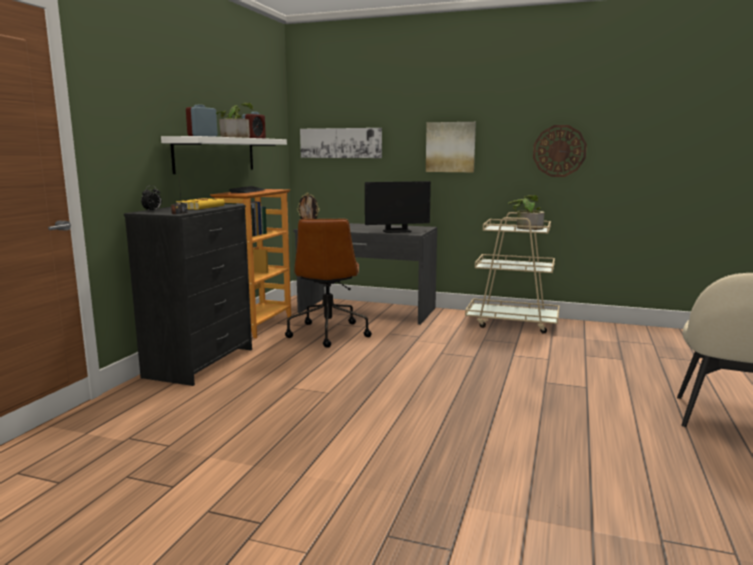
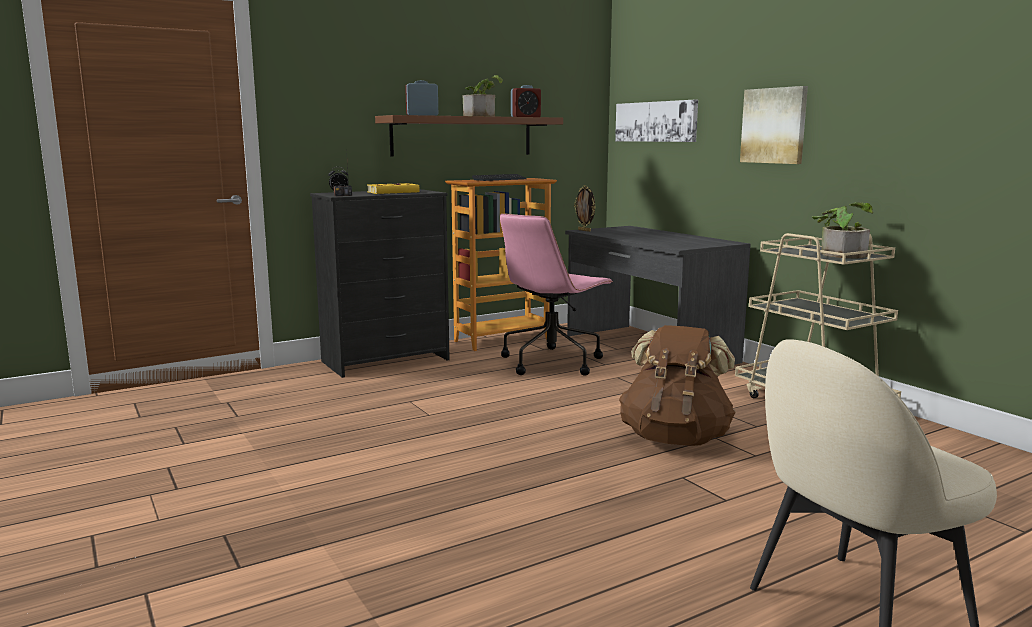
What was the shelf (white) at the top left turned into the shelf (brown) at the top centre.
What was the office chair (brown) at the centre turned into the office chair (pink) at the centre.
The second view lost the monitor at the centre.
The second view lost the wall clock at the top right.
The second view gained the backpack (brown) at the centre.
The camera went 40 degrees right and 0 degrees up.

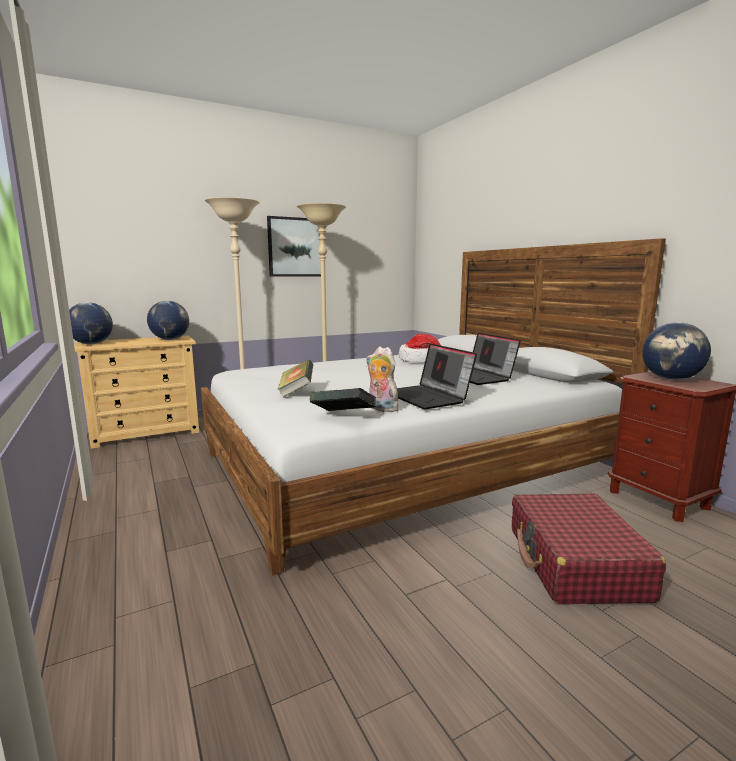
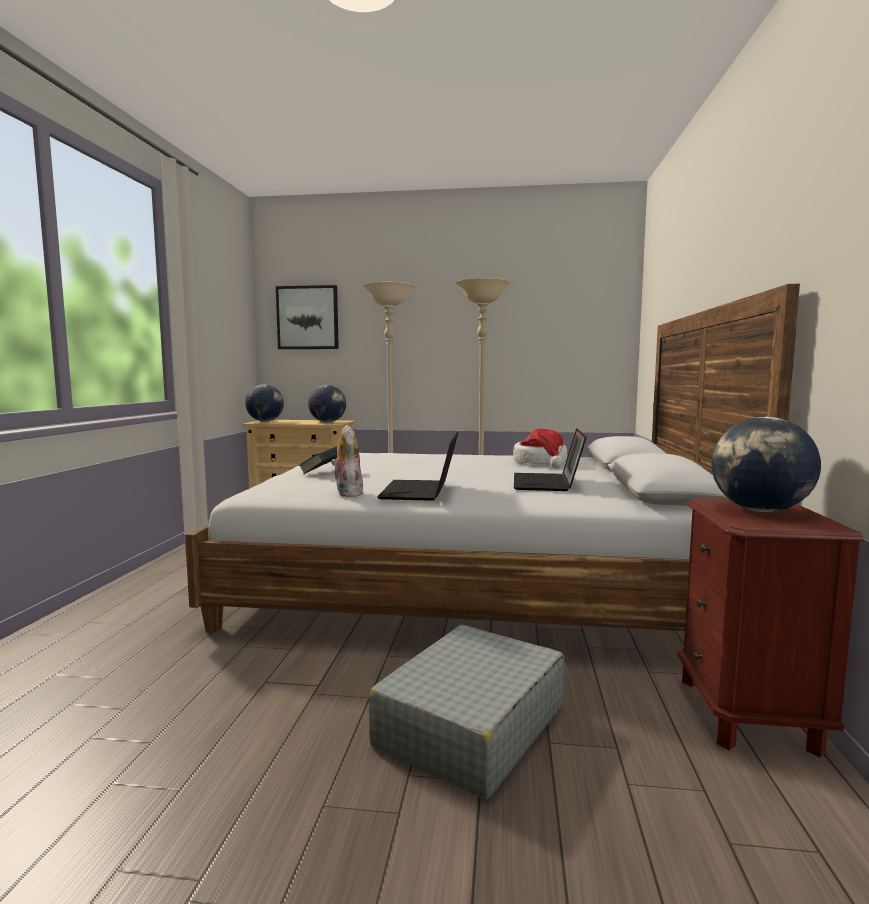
The picture ended up elsewhere, having gone from the top centre to the centre.
The second view lost the book (2nd from left) at the centre.
What was the suitcase (red) at the bottom right turned into the suitcase (grey) at the bottom centre.
The camera went 35 degrees right and 5 degrees down.

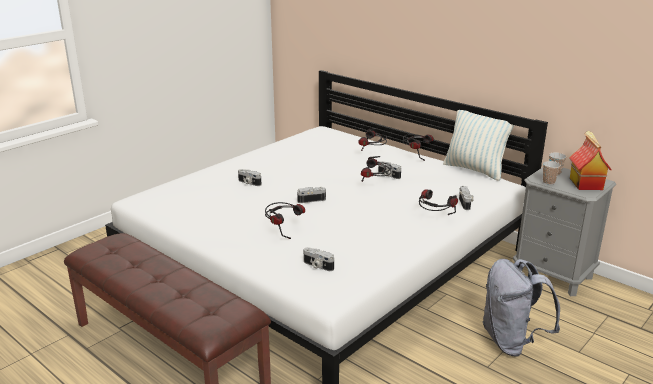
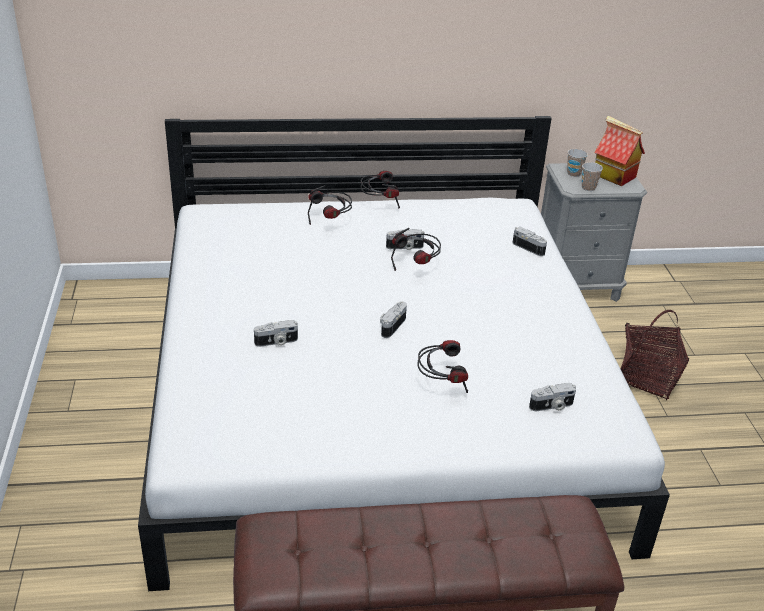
The second view lost the headphones (5th from left) at the middle right.
The second view lost the pillow at the middle right.
Where the backpack (grey) stood at the bottom right, the basket came to stand at the middle right.
The camera went 50 degrees left and 10 degrees up.

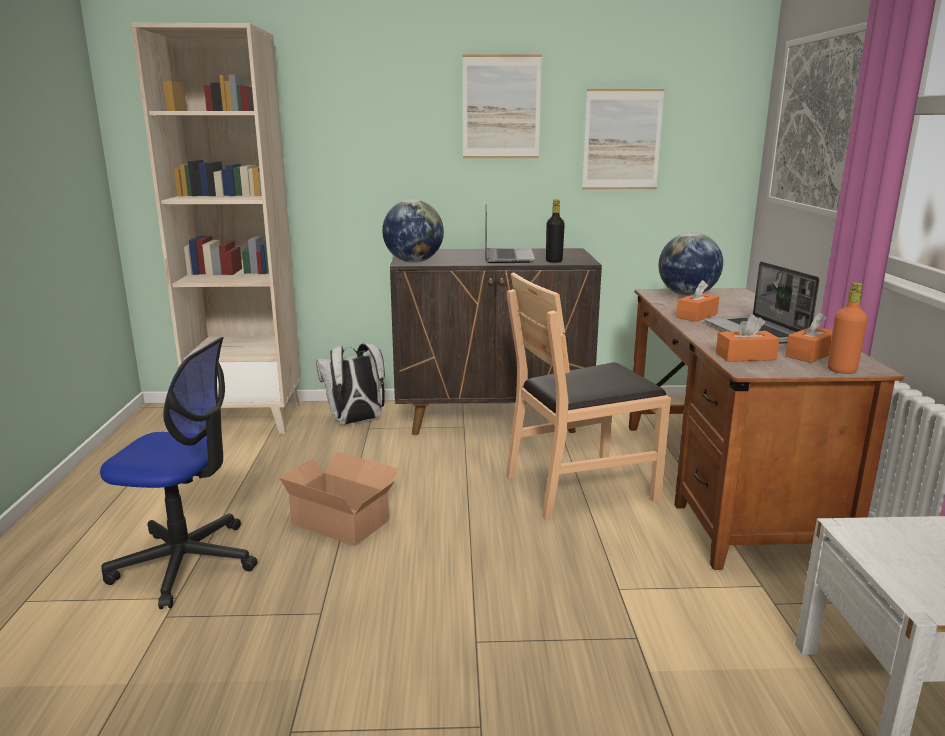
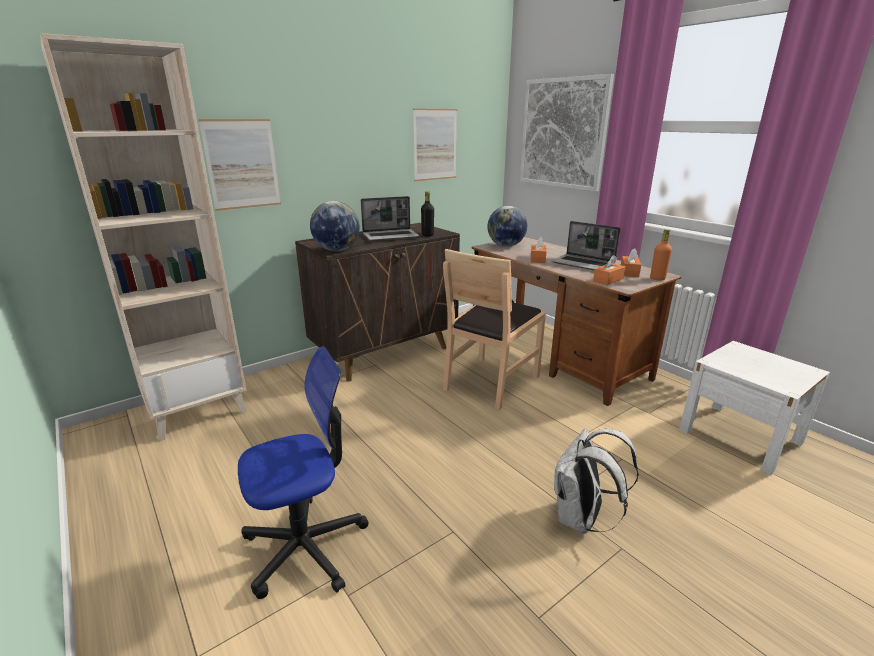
The second view lost the cardboard box at the bottom centre.
The backpack (white) ended up elsewhere, having gone from the centre to the bottom right.
The picture (1st from left) ended up elsewhere, having gone from the top centre to the top left.
The laptop (1st from left) at the top centre ended up facing another way, 105 degrees clockwise from before.
The camera went 35 degrees left and 5 degrees up.

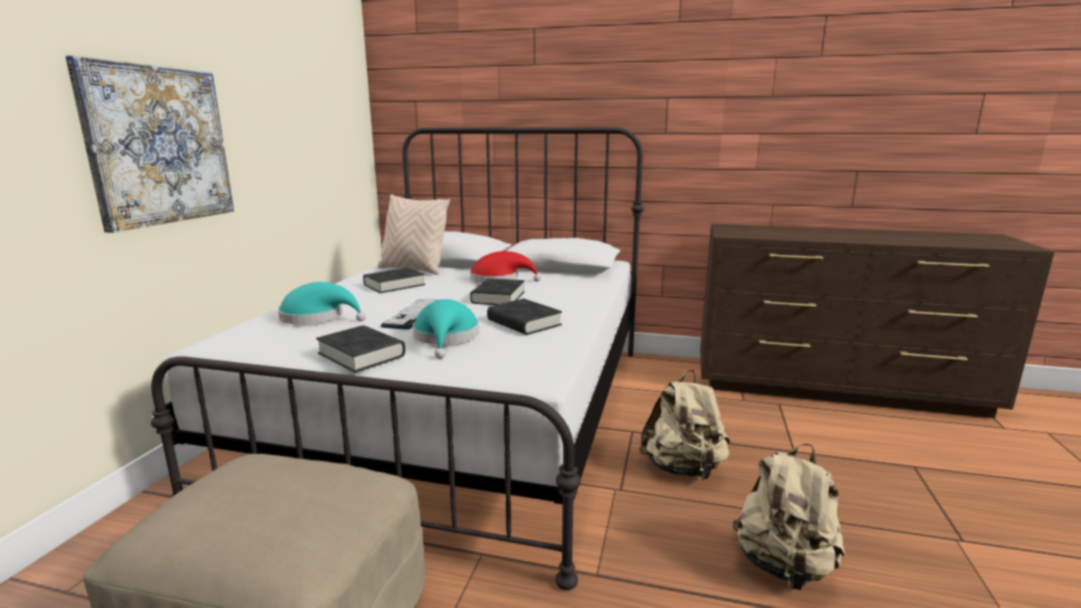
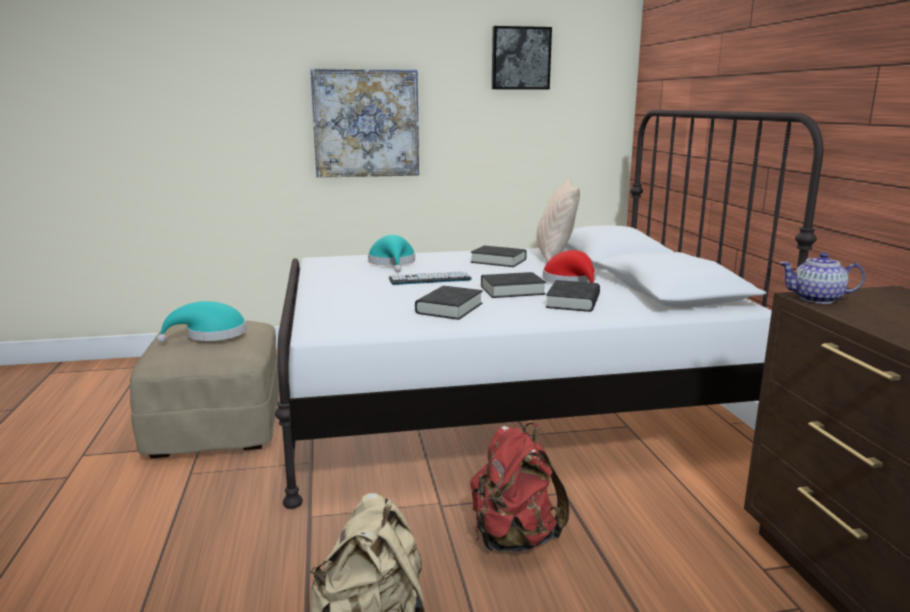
The book (black) (1st from left in the first image) ended up elsewhere, having gone from the middle left to the centre.
The hat (turquoise) (2nd from left in the first image) ended up elsewhere, having gone from the centre to the middle left.
What was the backpack (beige) (1st from left) at the bottom centre turned into the backpack (red) at the bottom centre.
The second view gained the picture (2nd from left) at the top centre.
The second view gained the teapot at the middle right.
The camera went 65 degrees right and 0 degrees up.

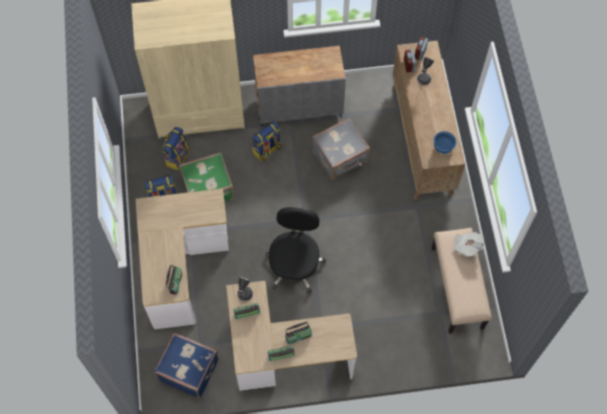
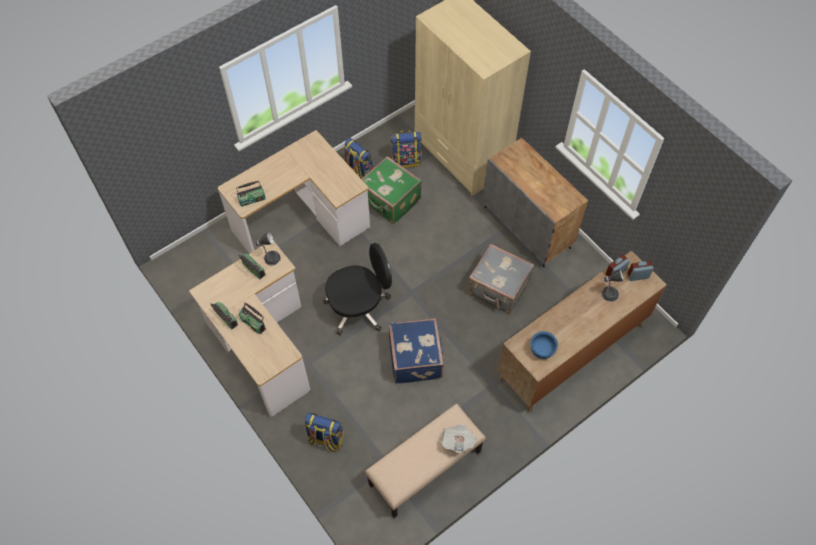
The suitcase (blue) ended up elsewhere, having gone from the bottom left to the centre.
The backpack (3rd from left in the first image) ended up elsewhere, having gone from the centre to the bottom centre.
The camera went 60 degrees right and 5 degrees down.

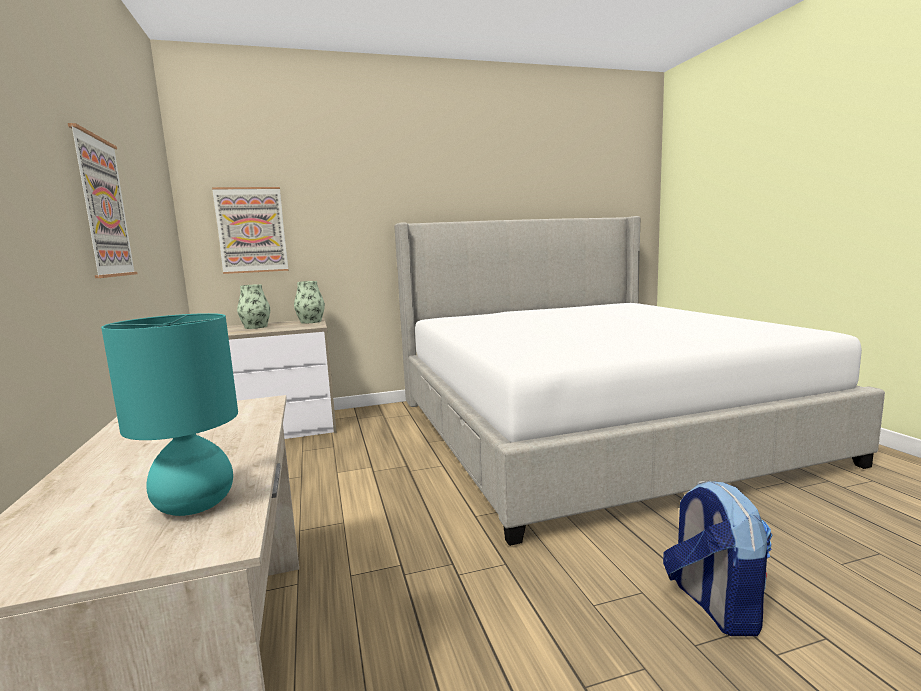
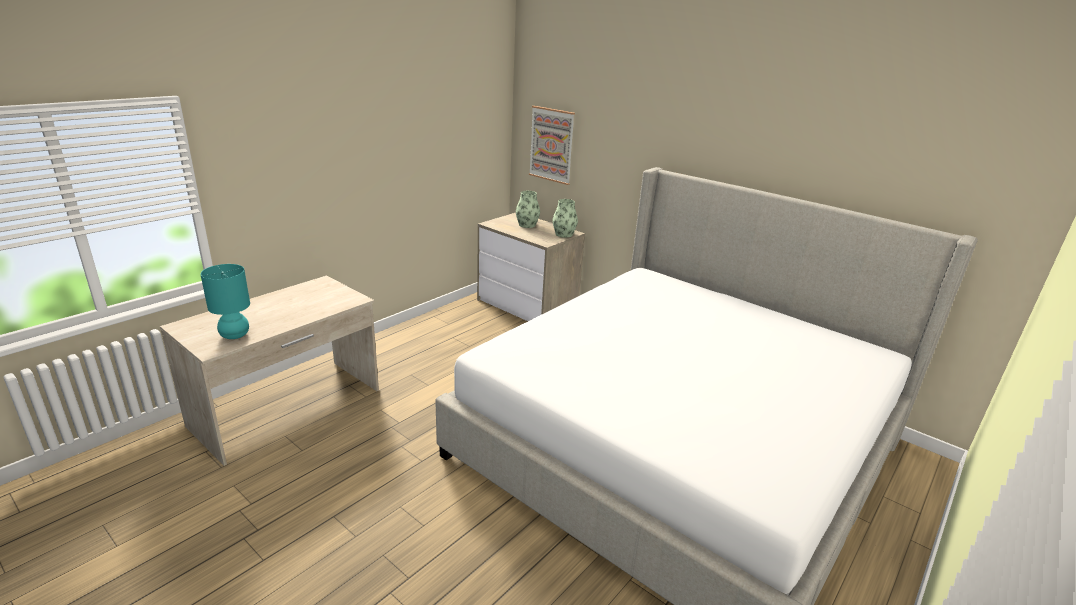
The second view lost the picture (1st from left) at the top left.
The second view lost the backpack at the bottom right.
The camera went 55 degrees right and 15 degrees up.

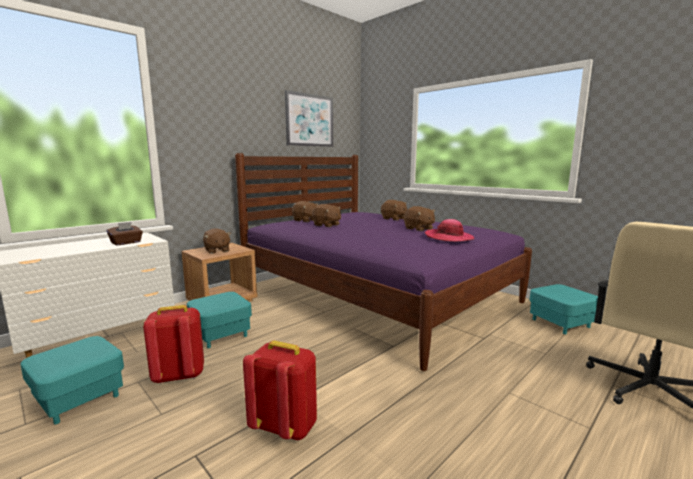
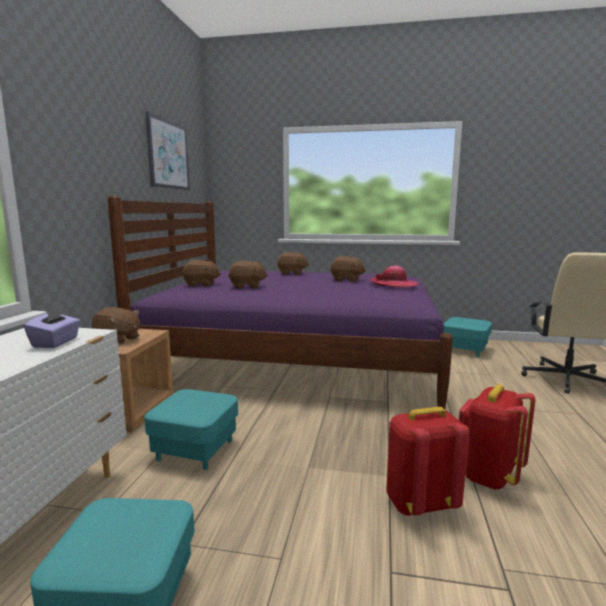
What was the tissue box (brown) at the middle left turned into the tissue box (purple) at the middle left.
The backpack (red) (1st from left in the first image) ended up elsewhere, having gone from the bottom left to the bottom right.
The camera went 35 degrees left and 0 degrees up.

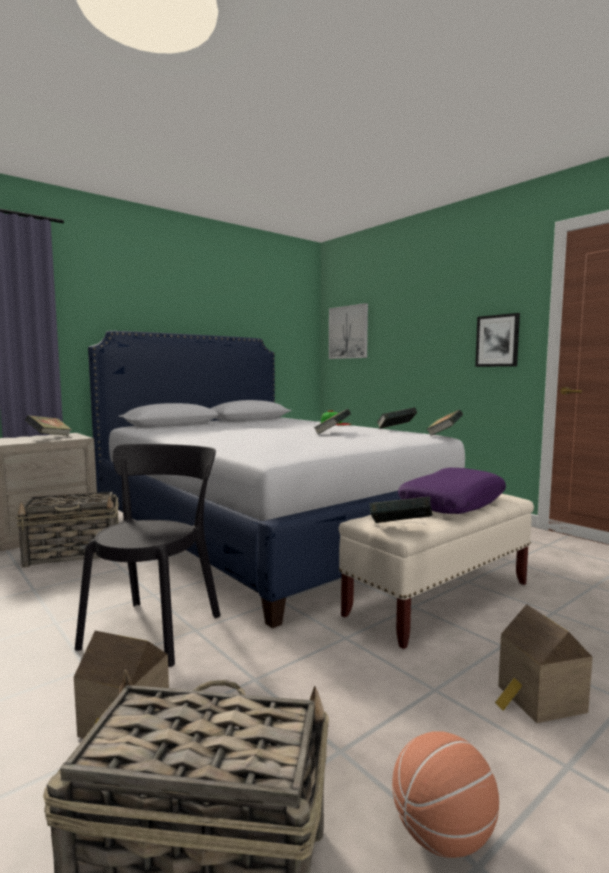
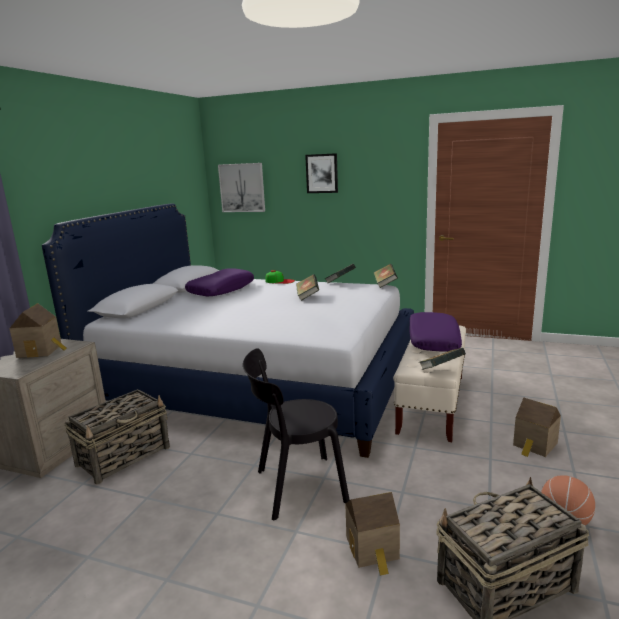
Where the book (1st from left) stood at the middle left, the toy house (1st from left) came to stand at the middle left.
The chair (black) at the middle left ended up facing another way, 90 degrees counterclockwise from before.
The picture (2nd from left) ended up elsewhere, having gone from the middle right to the top centre.
The second view gained the pillow (purple) (1st from left) at the centre.
The camera went 30 degrees left and 10 degrees up.

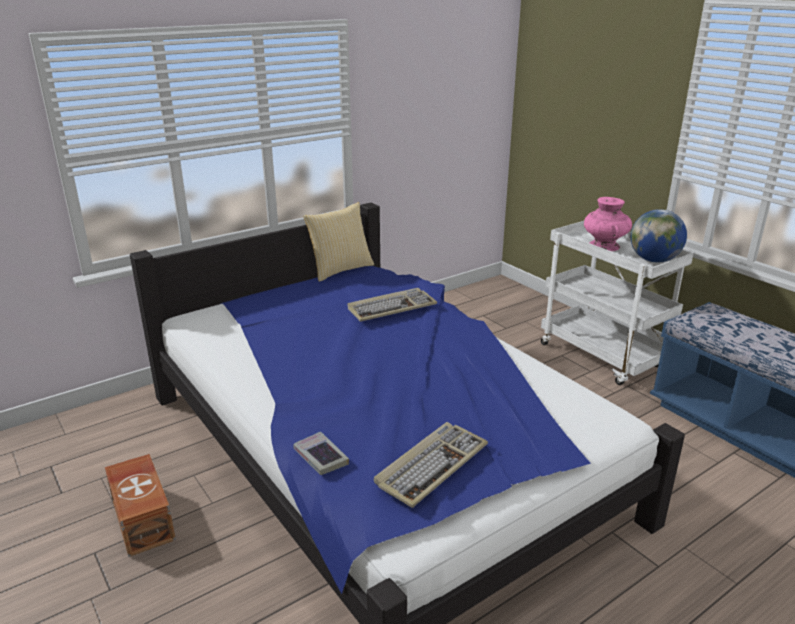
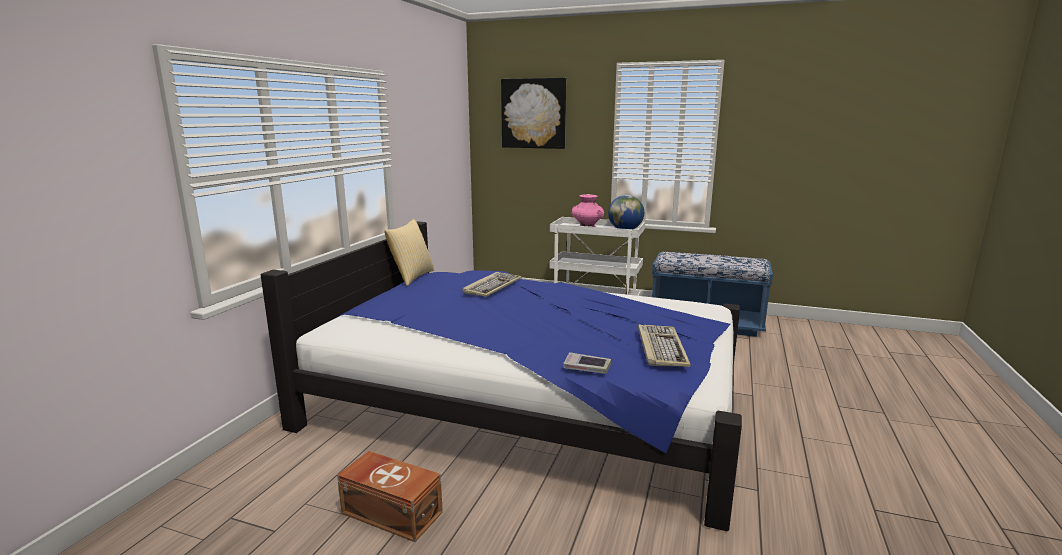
The second view gained the picture at the top centre.
The camera went 35 degrees left and 10 degrees down.

